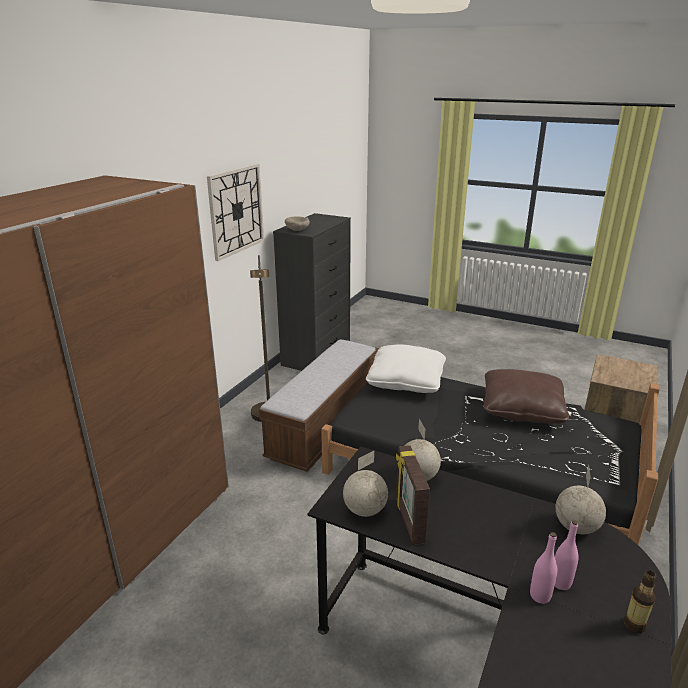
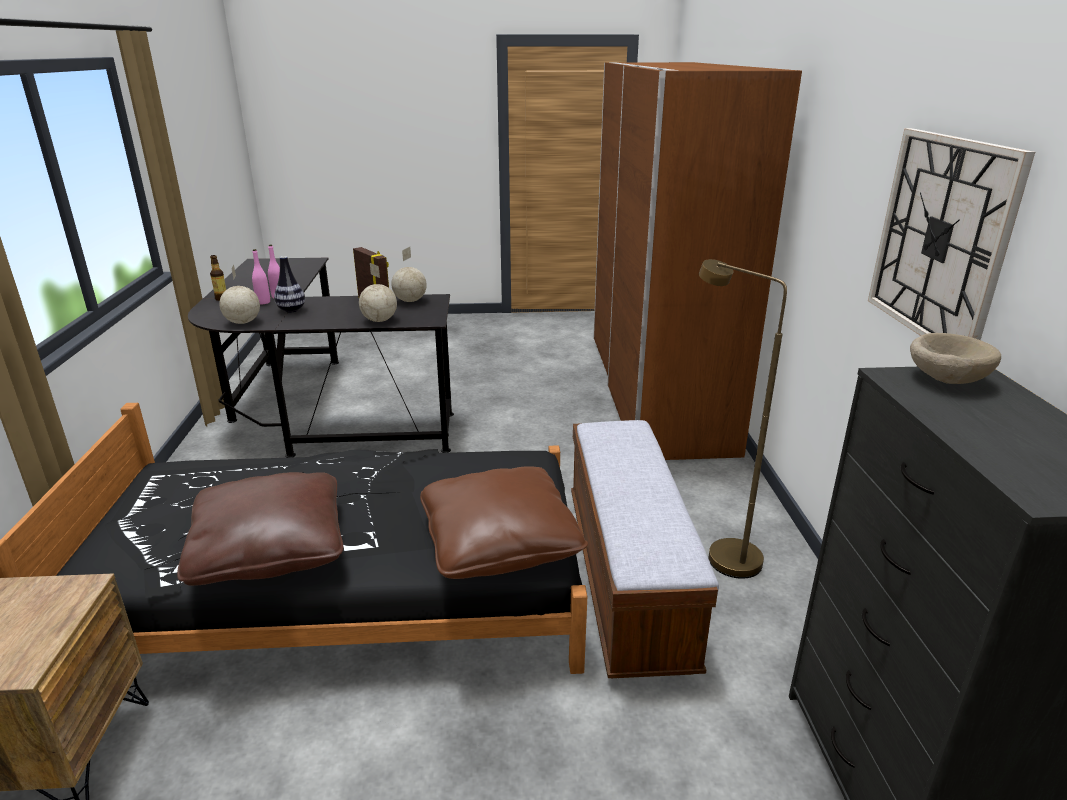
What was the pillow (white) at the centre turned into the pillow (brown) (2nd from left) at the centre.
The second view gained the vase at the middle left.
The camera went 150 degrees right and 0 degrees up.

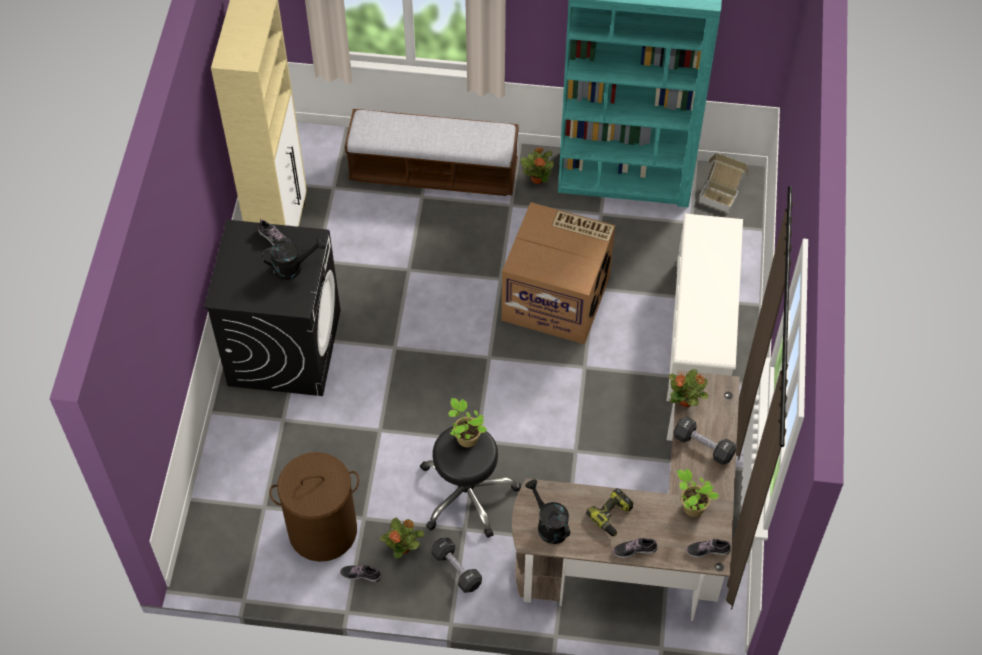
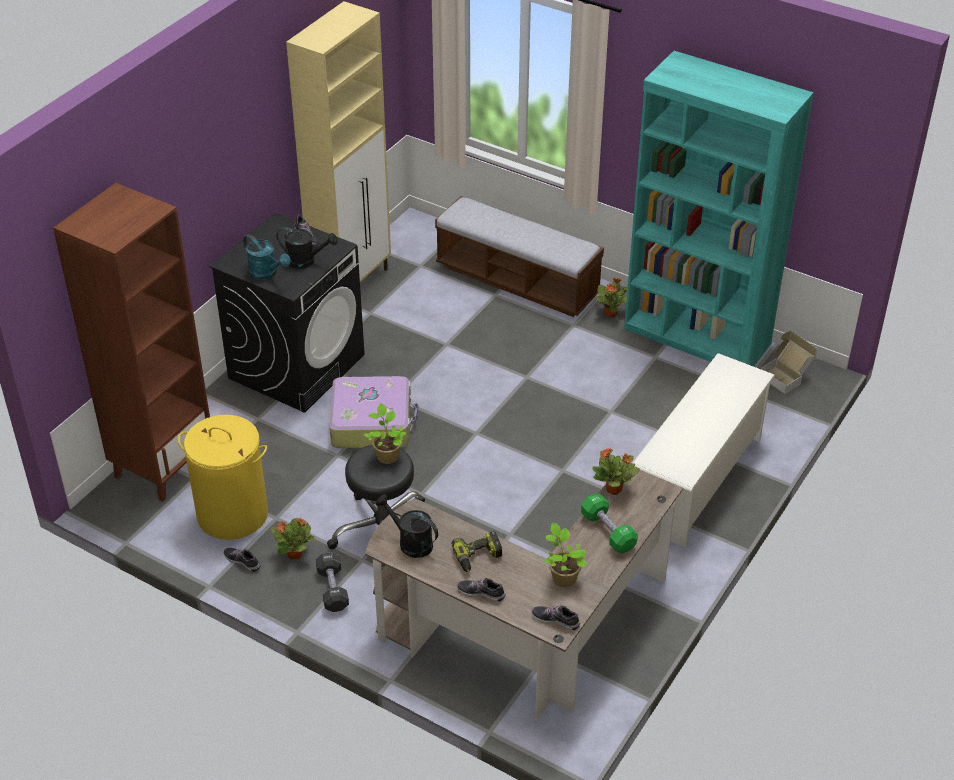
What was the laundry basket (brown) at the bottom left turned into the laundry basket (yellow) at the middle left.
The second view lost the cardboard box (1st from left) at the centre.
The watering can (black) (2nd from left) at the bottom centre ended up facing another way, 45 degrees counterclockwise from before.
What was the dumbbell (black) (2nd from left) at the bottom right turned into the dumbbell (green) at the bottom centre.
The second view gained the bookcase (brown) at the middle left.
The second view gained the watering can (turquoise) at the top left.
The second view gained the suitcase at the centre.
The camera went 25 degrees right and 15 degrees down.

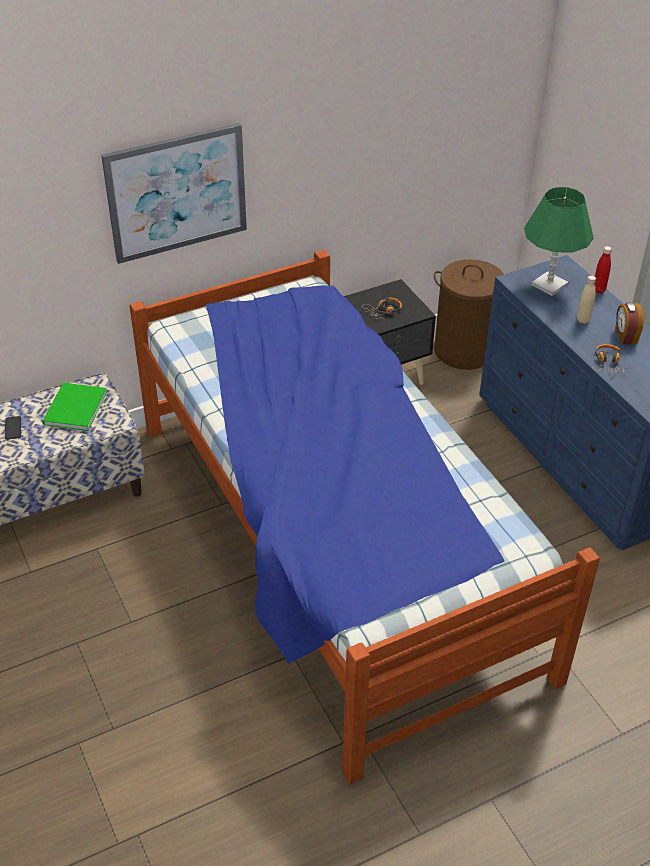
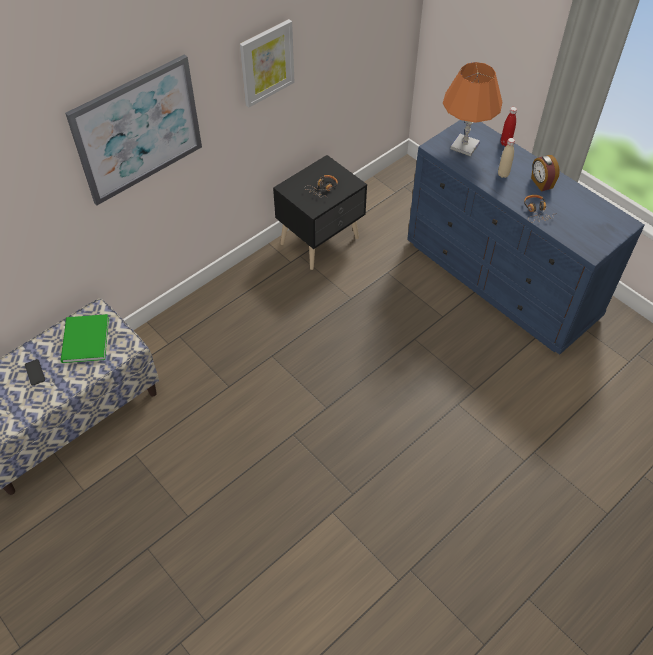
The second view lost the bed at the centre.
The second view lost the laundry basket (brown) at the middle right.
What was the table lamp (green) at the top right turned into the table lamp (orange) at the top right.
The second view gained the picture (2nd from left) at the top centre.
The camera went 15 degrees left and 10 degrees up.

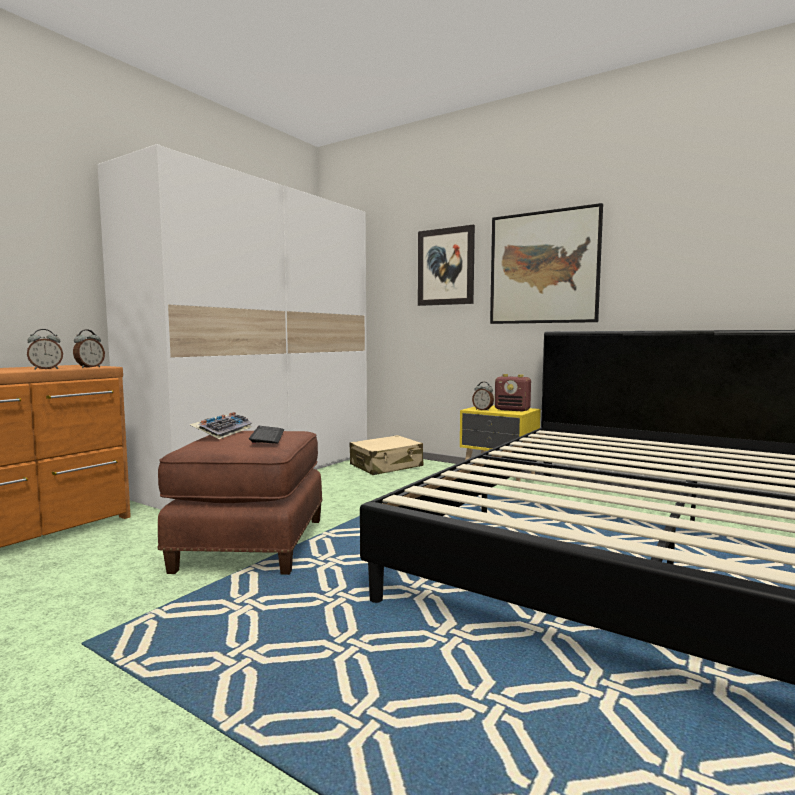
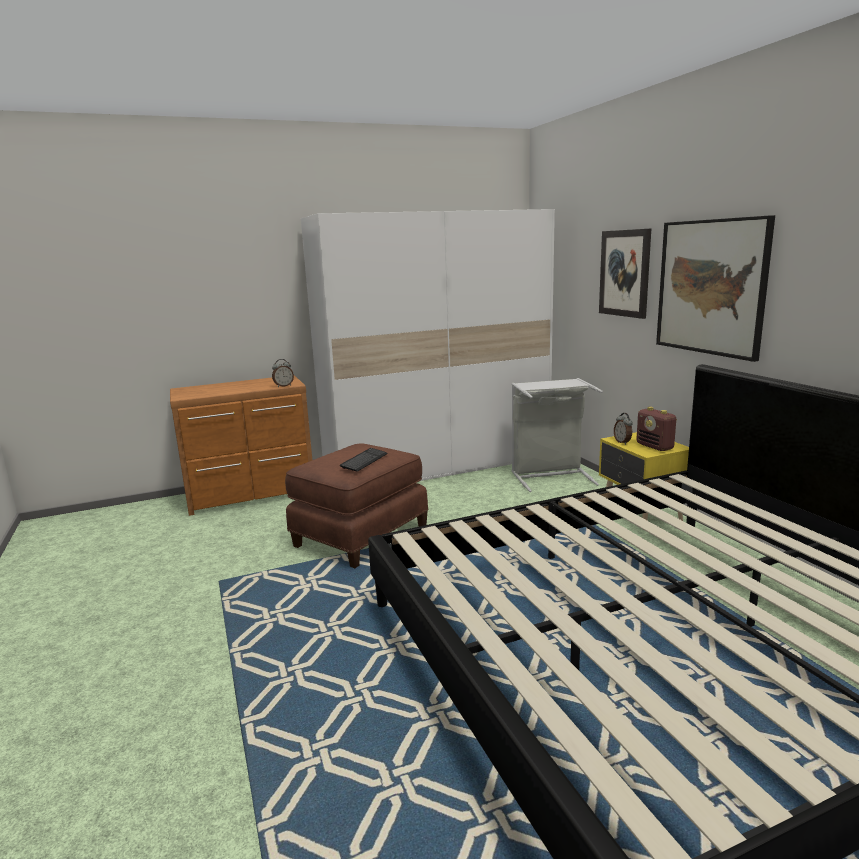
The second view lost the alarm clock (1st from left) at the middle left.
The second view lost the keyboard (1st from left) at the middle left.
Where the suitcase (beige) stood at the centre, the laundry basket (grey) came to stand at the centre.
The camera went 35 degrees right and 10 degrees up.

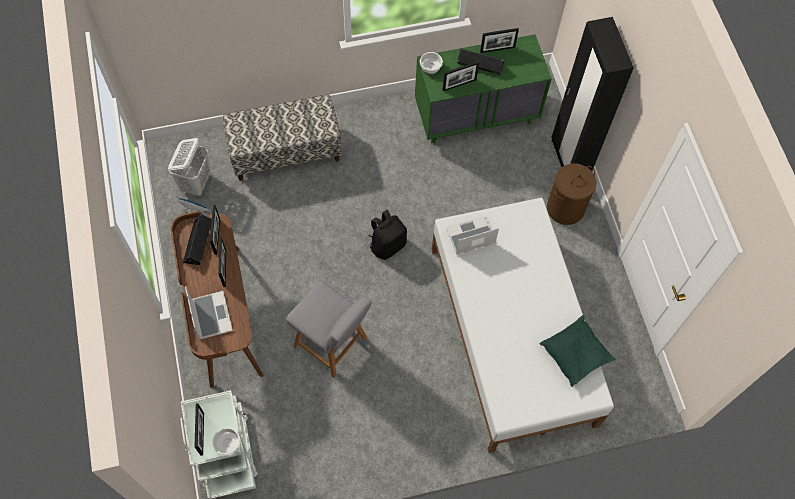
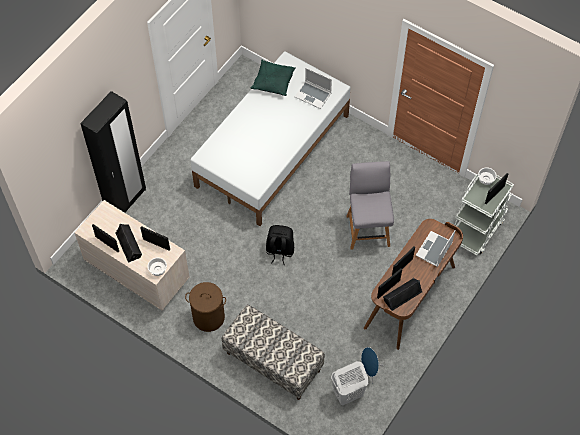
What was the dresser (green) at the top centre turned into the dresser (beige) at the middle left.
The laptop (2nd from left in the first image) ended up elsewhere, having gone from the centre to the top centre.
The laundry basket (brown) ended up elsewhere, having gone from the middle right to the bottom centre.
The camera went 130 degrees left and 5 degrees down.

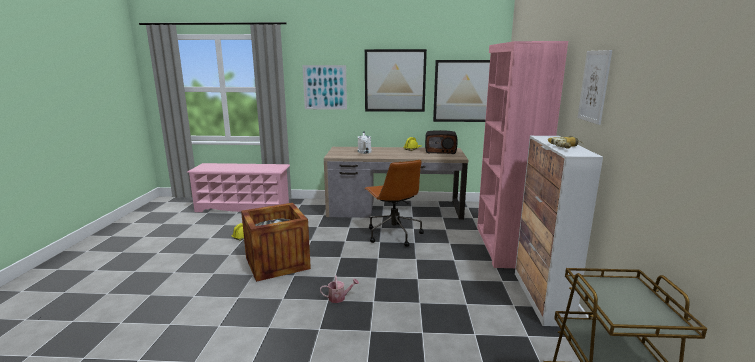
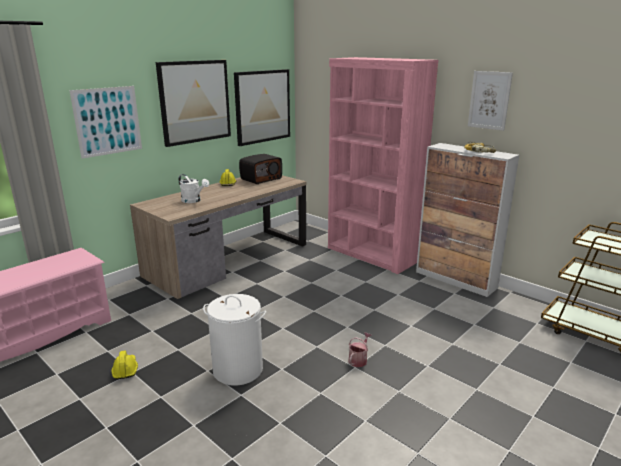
Where the crate stood at the bottom centre, the laundry basket (white) came to stand at the bottom centre.
The second view lost the office chair (brown) at the centre.
The camera went 50 degrees left and 5 degrees up.

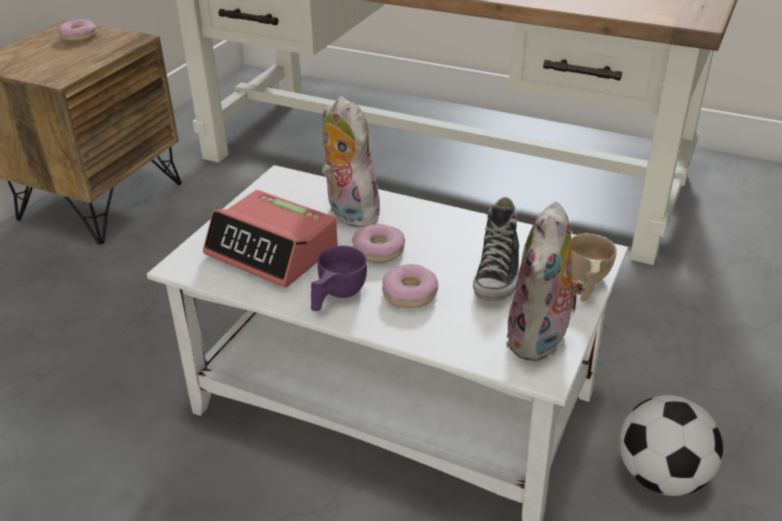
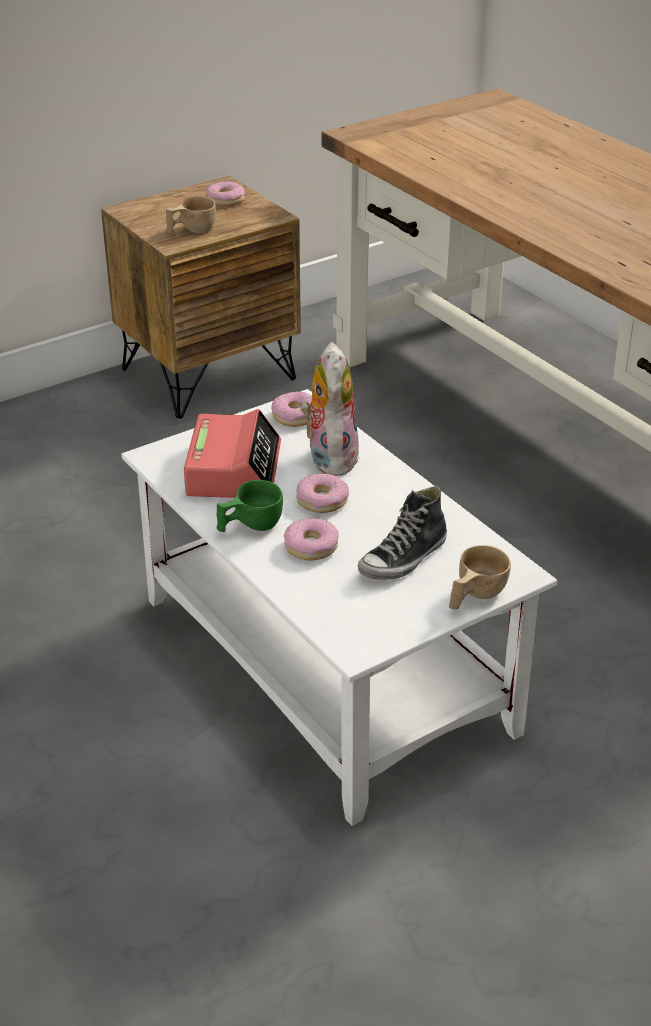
The alarm clock at the centre ended up facing another way, 150 degrees counterclockwise from before.
What was the cup (purple) at the centre turned into the cup (green) at the centre.
The second view lost the plush toy (2nd from left) at the middle right.
The second view lost the football at the bottom right.
The second view gained the cup (beige) (1st from left) at the top left.
The second view gained the donut (2nd from left) at the centre.
The camera went 30 degrees right and 0 degrees up.

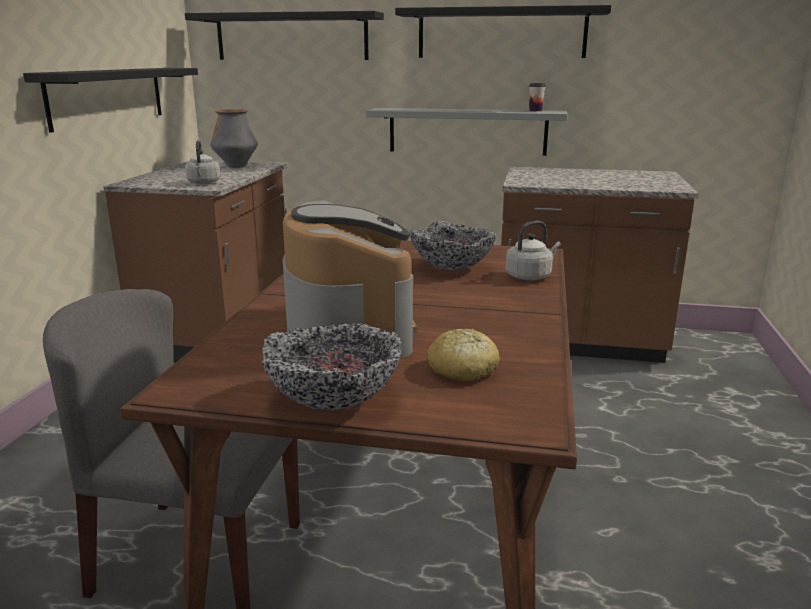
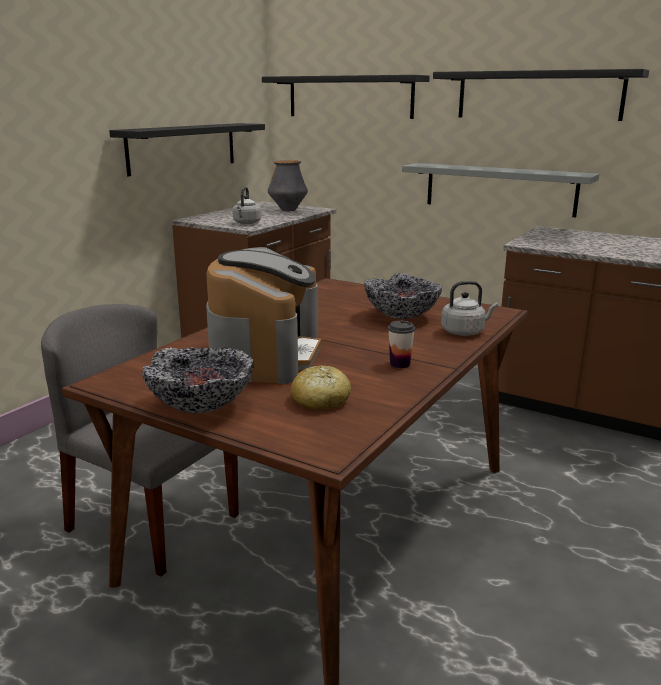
The cup ended up elsewhere, having gone from the top centre to the centre.
The camera went 20 degrees right and 0 degrees up.

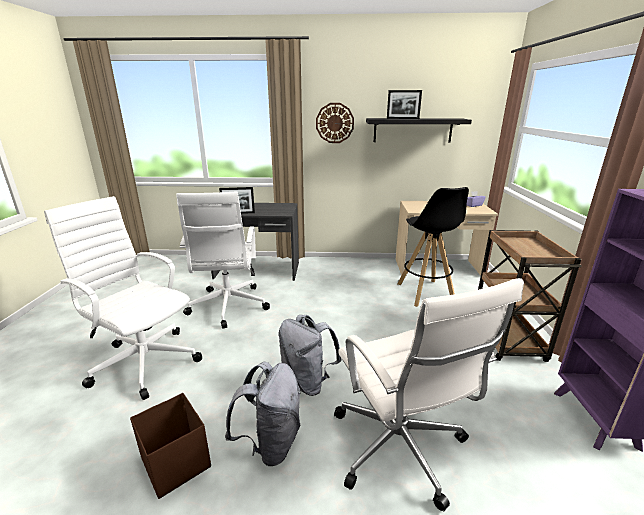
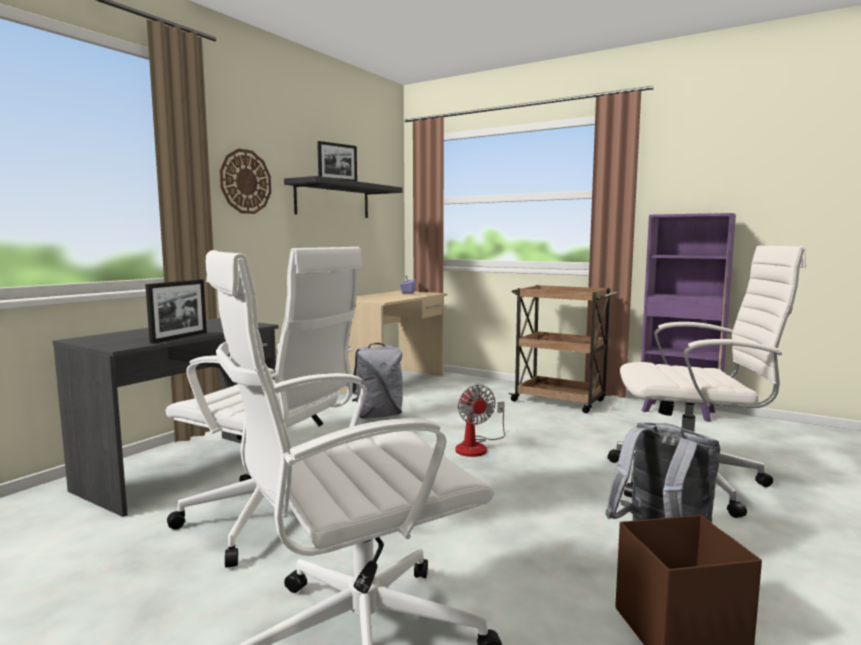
The backpack (grey) (2nd from left in the first image) ended up elsewhere, having gone from the bottom centre to the centre.
The second view lost the stool (black) at the middle right.
The second view gained the fan at the centre.
The camera went 60 degrees left and 15 degrees down.

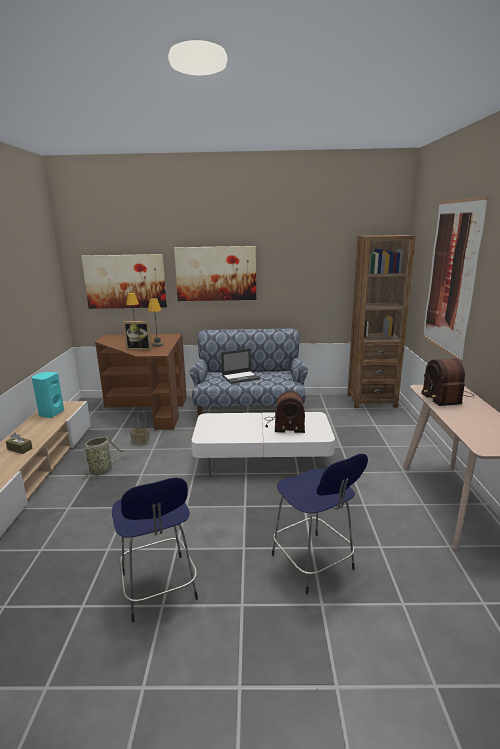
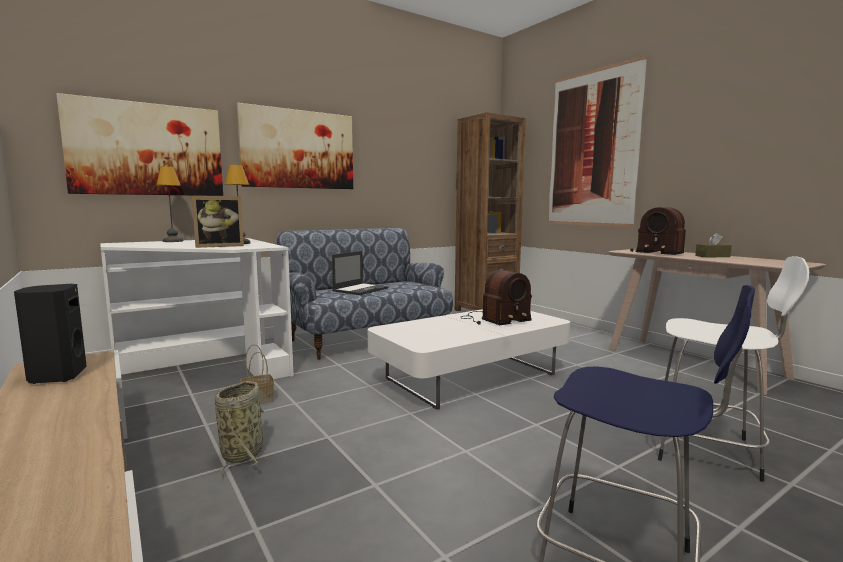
The tissue box (brown) ended up elsewhere, having gone from the middle left to the middle right.
What was the speaker (turquoise) at the middle left turned into the speaker (black) at the middle left.
What was the desk (brown) at the middle left turned into the desk (white) at the middle left.
What was the stool (blue) (2nd from left) at the bottom centre turned into the stool (white) at the middle right.
The camera went 35 degrees left and 10 degrees down.

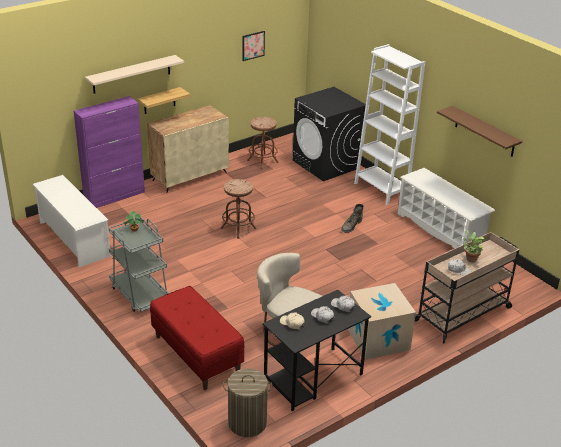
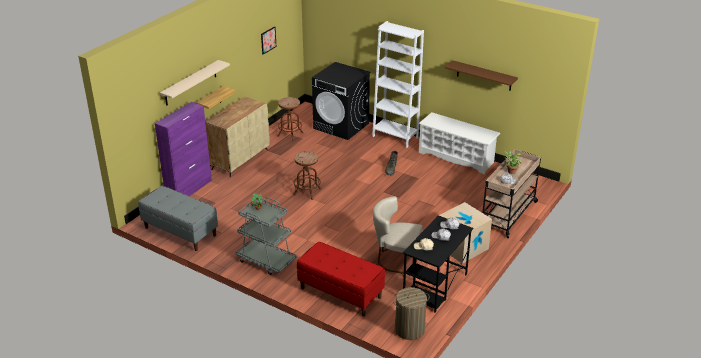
Where the shoe rack (white) (1st from left) stood at the middle left, the bench (grey) came to stand at the middle left.
The camera went 20 degrees left and 0 degrees up.

